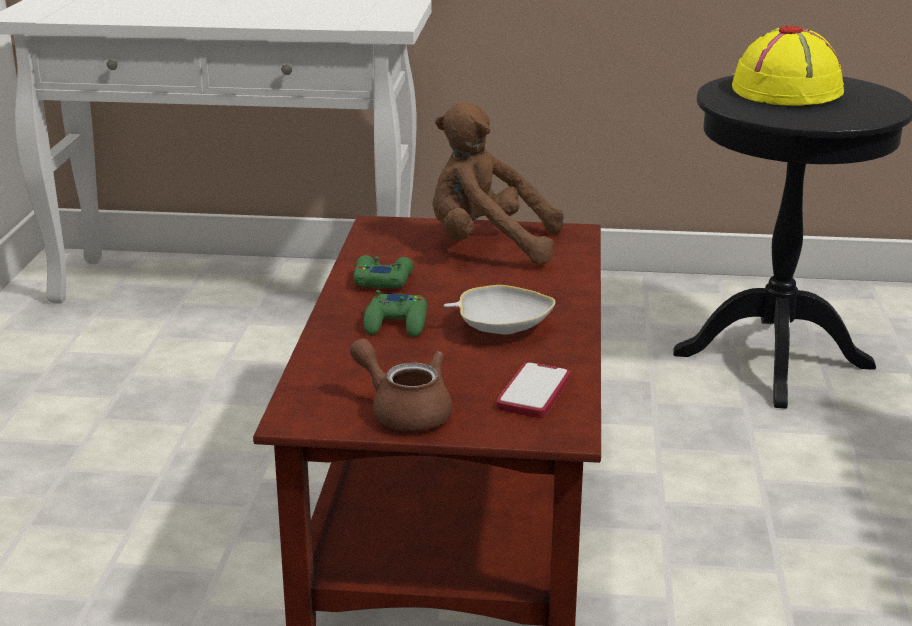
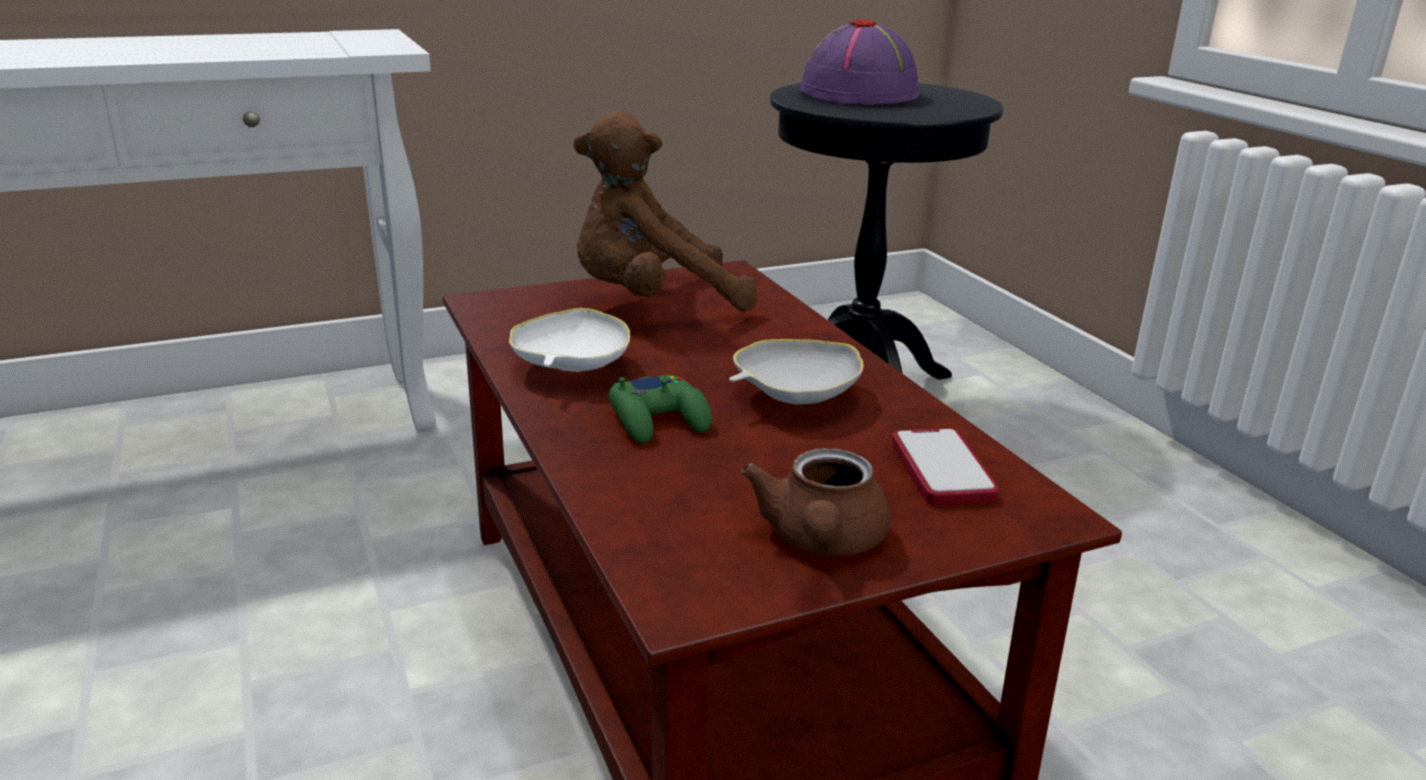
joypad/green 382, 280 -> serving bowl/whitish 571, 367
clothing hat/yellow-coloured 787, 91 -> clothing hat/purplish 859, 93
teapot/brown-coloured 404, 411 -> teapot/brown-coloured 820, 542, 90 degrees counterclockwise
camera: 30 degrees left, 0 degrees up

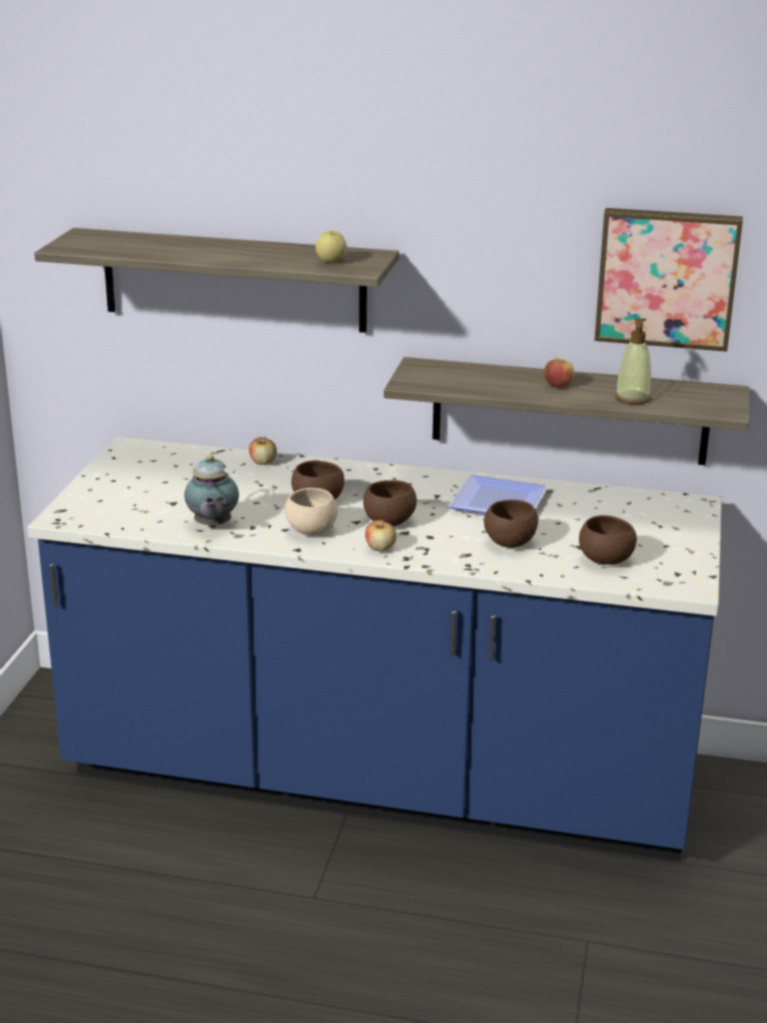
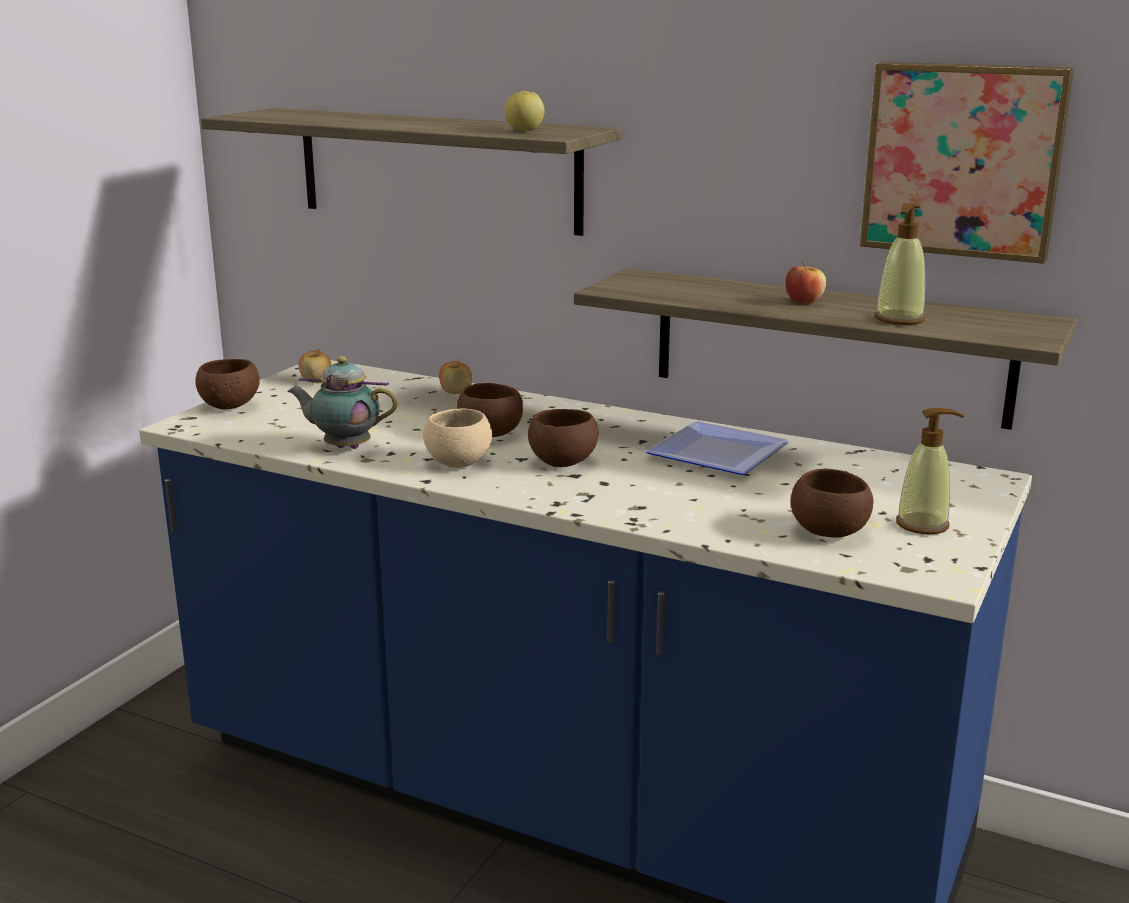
none -> soap dispenser 922, 525
whole apple 380, 548 -> whole apple 316, 381, relocated
serving bowl/brown-coloured 509, 543 -> serving bowl/brown-coloured 229, 406, relocated
teapot 212, 526 -> teapot 344, 447, 90 degrees clockwise
camera: 15 degrees right, 5 degrees down

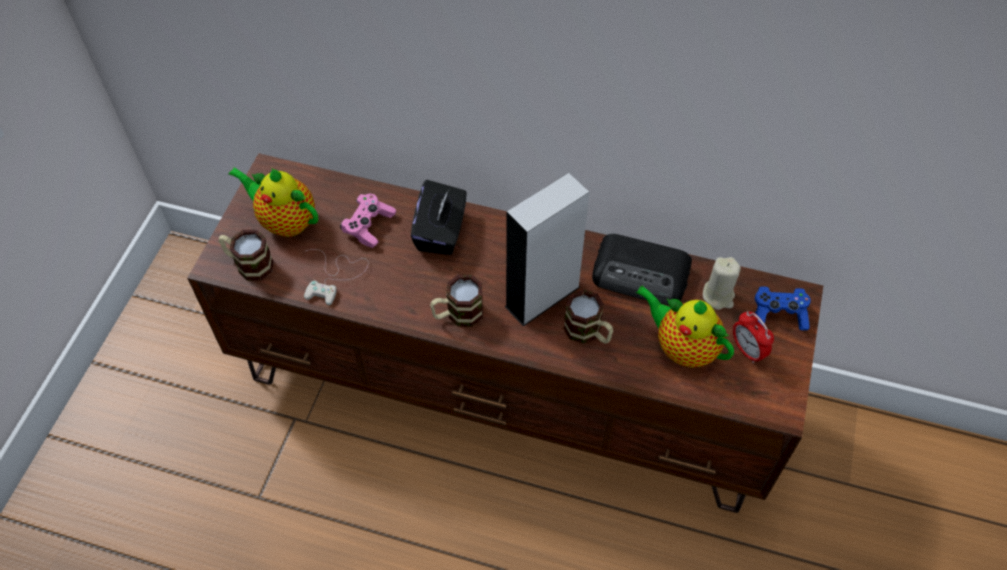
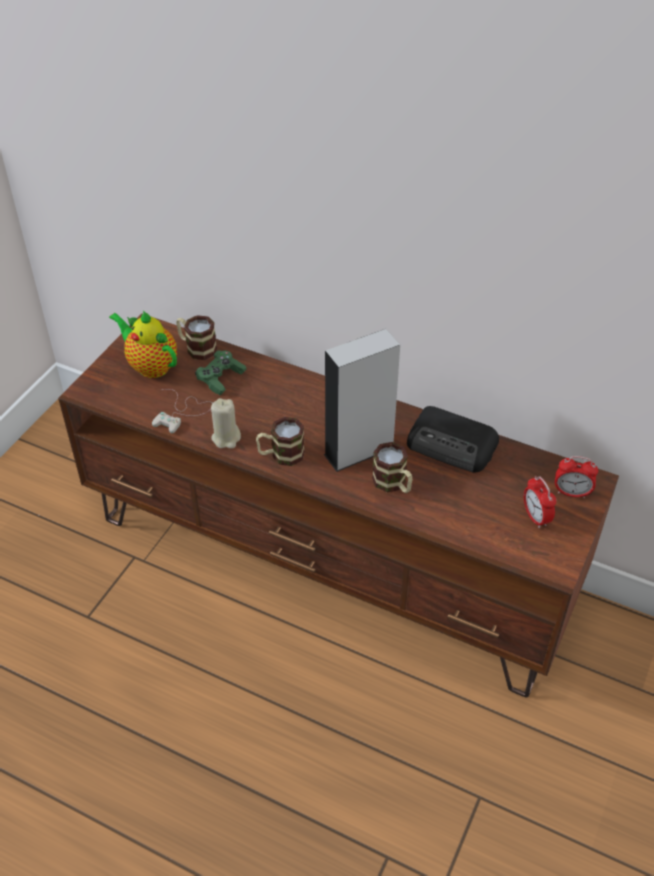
tissue holder/black 441, 232 -> none
teapot 682, 347 -> none
mug 249, 264 -> mug 196, 348, relocated
candle/sand-coloured 718, 296 -> candle/sand-coloured 226, 438, relocated
joypad/blue 778, 314 -> bedside clock 571, 493
joypad/pink 369, 226 -> joypad/green 221, 378
camera: 10 degrees right, 10 degrees down

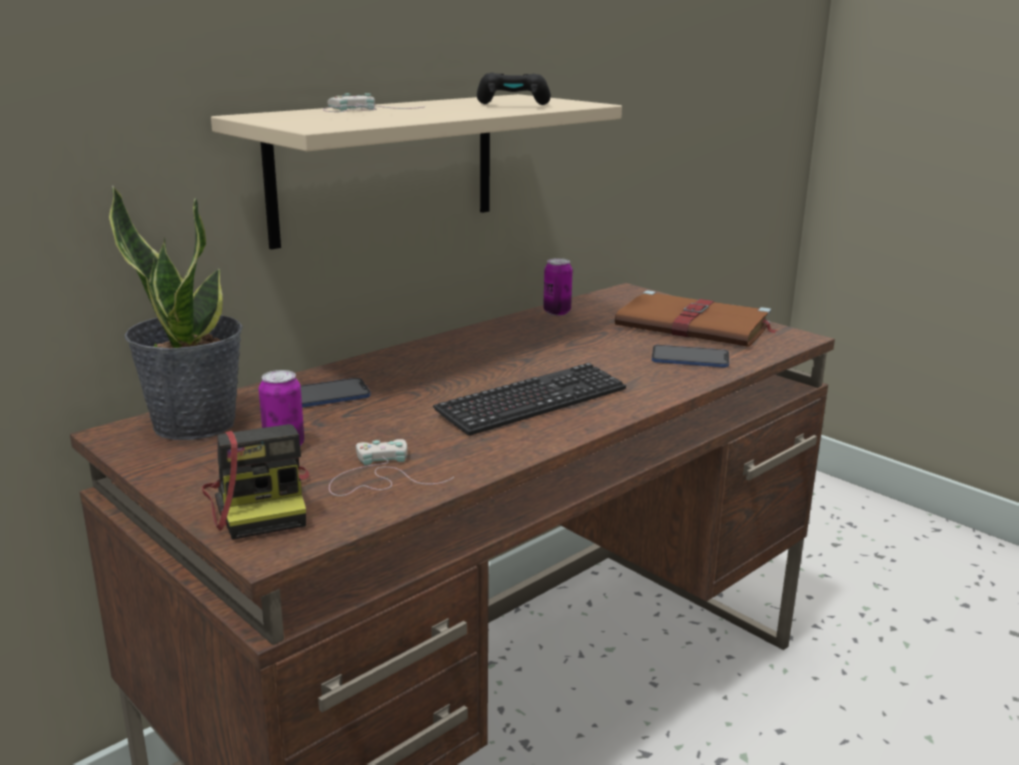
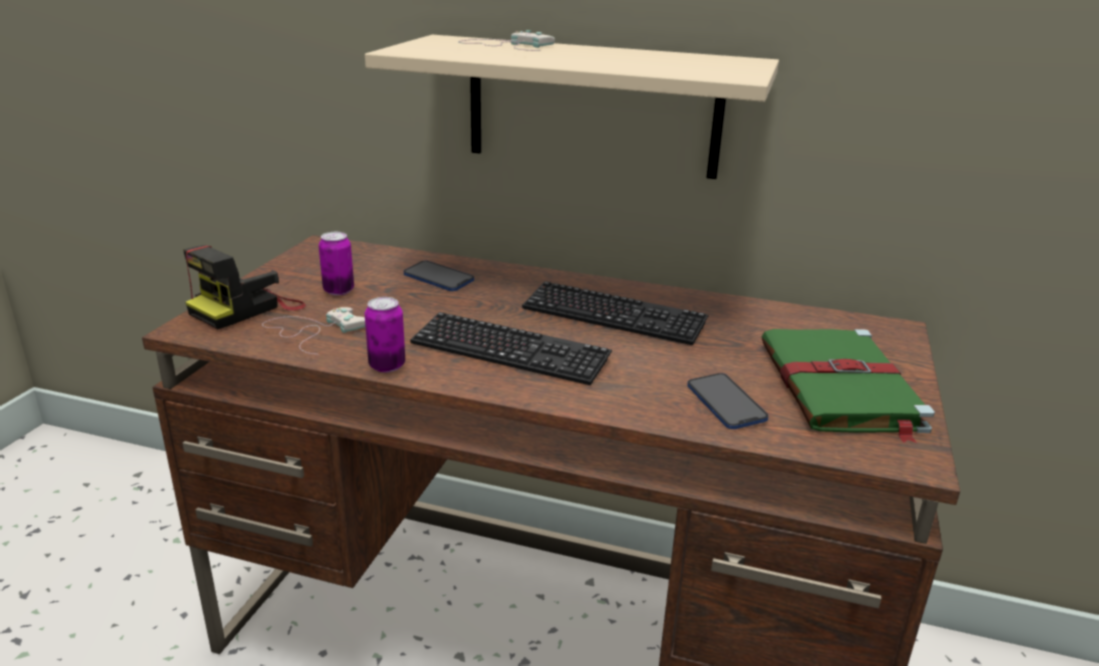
plant in a pot 195, 423 -> none
joypad/black 513, 106 -> none
none -> keyboard 613, 316
can 557, 312 -> can 387, 366, relocated
volume/brown-coloured 695, 326 -> volume/green 840, 387
camera: 60 degrees right, 5 degrees up

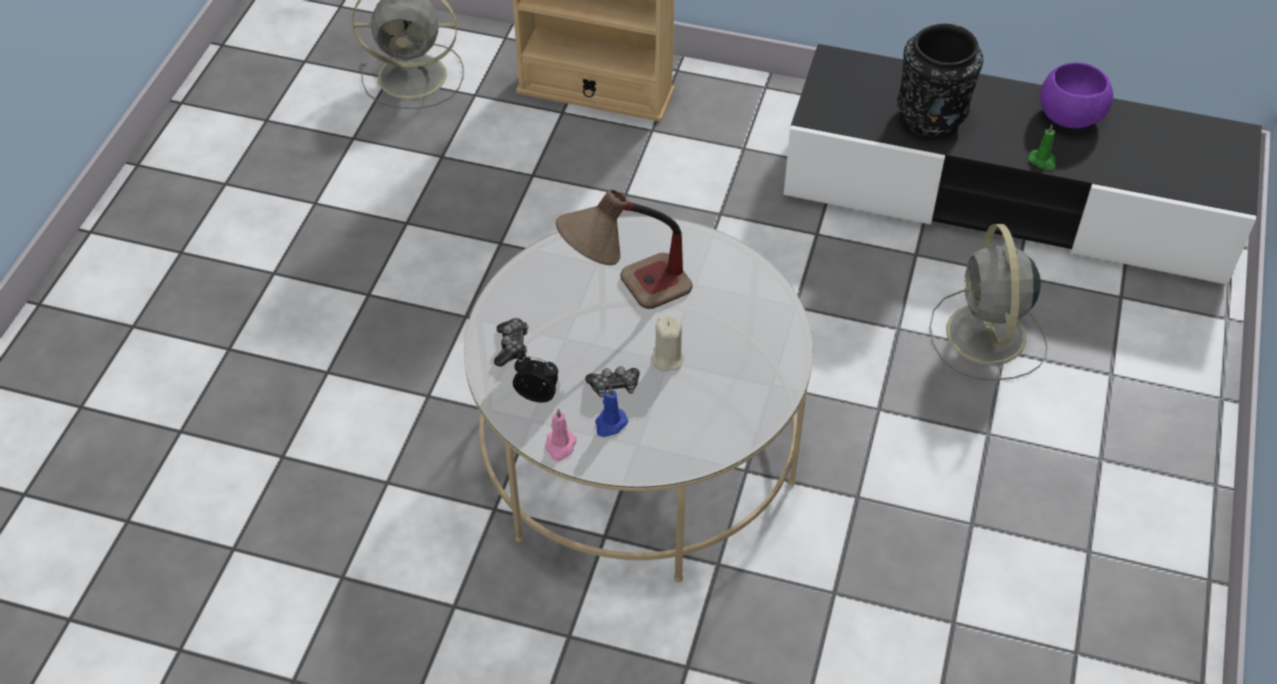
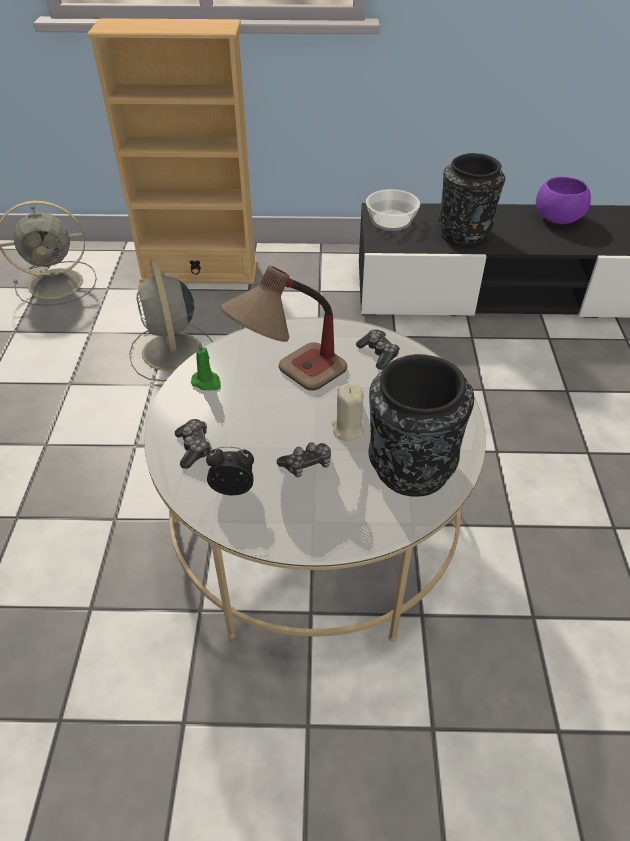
candle/pink 560, 446 -> none
candle/blue 610, 424 -> none
none -> joypad 378, 354
none -> serving bowl 391, 220
none -> decorative vase/black 410, 468
cooling fan/grey 986, 337 -> cooling fan/grey 172, 353, relocated
candle/green 1043, 161 -> candle/green 207, 382, relocated
camera: 15 degrees left, 5 degrees down

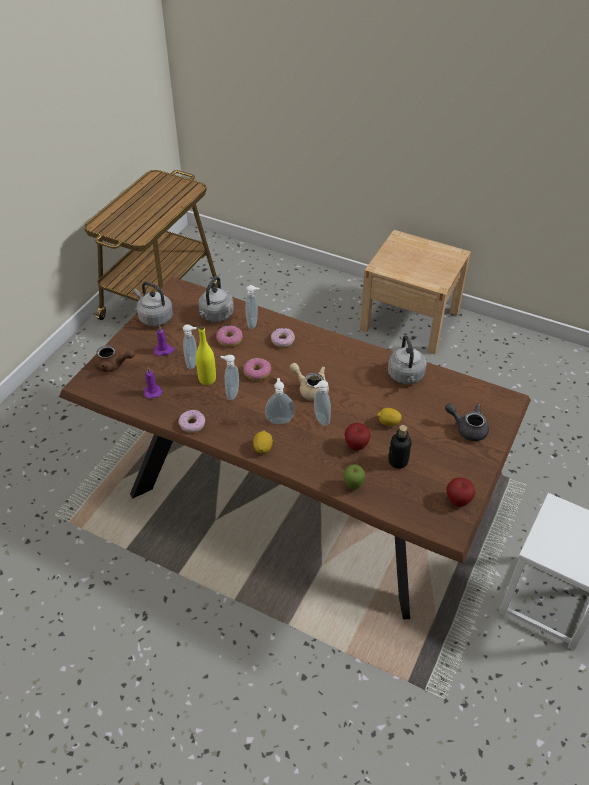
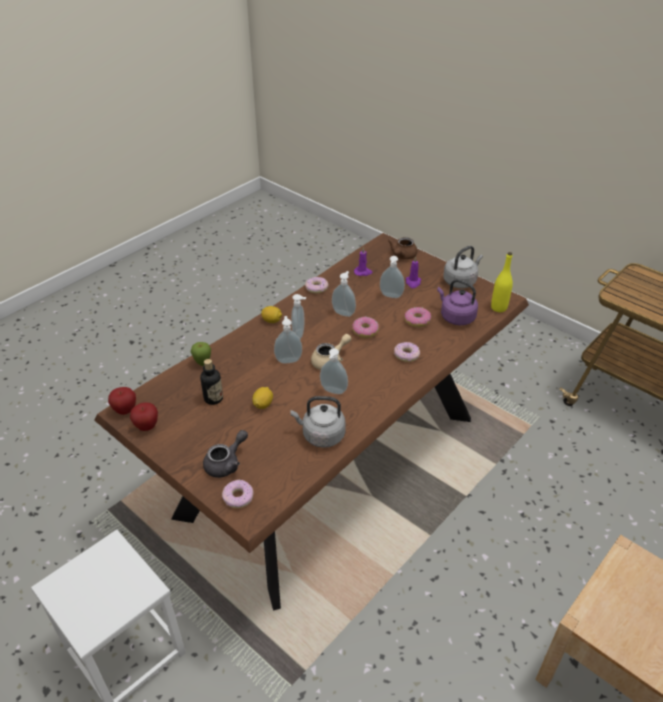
none -> ring doughnut 238, 497
drink bottle/yellow-coloured 207, 379 -> drink bottle/yellow-coloured 498, 308, relocated
soap dispenser 253, 323 -> soap dispenser 333, 391, relocated
whole apple 356, 446 -> whole apple 125, 410, relocated
kettle/grey 215, 316 -> kettle/purplish 455, 317
camera: 105 degrees right, 5 degrees down

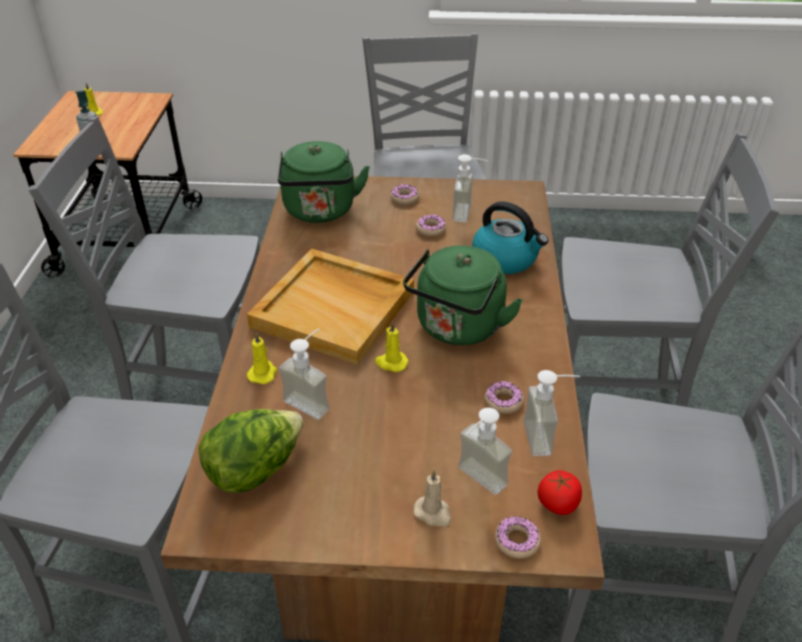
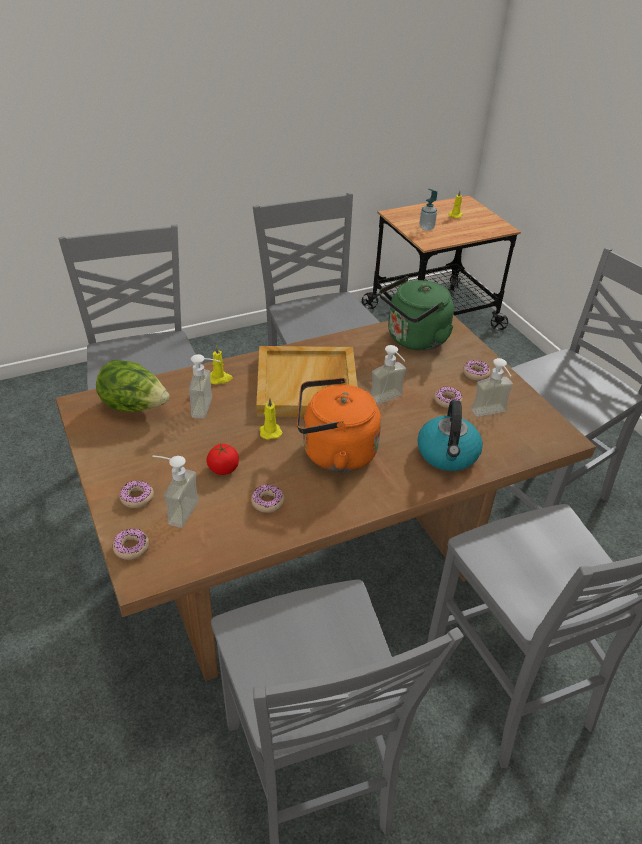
soap dispenser 547, 437 -> soap dispenser 390, 401, relocated
fresh tomato 558, 503 -> fresh tomato 223, 468, relocated
candle/sand-coloured 433, 513 -> ring doughnut 137, 497
kettle/green 457, 328 -> kettle/orange 334, 453
camera: 60 degrees right, 0 degrees up

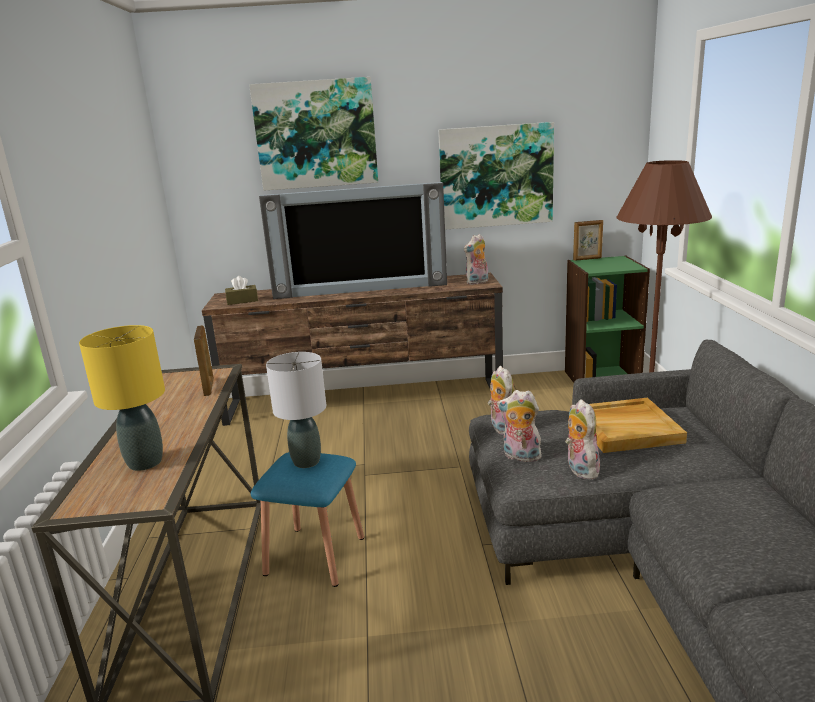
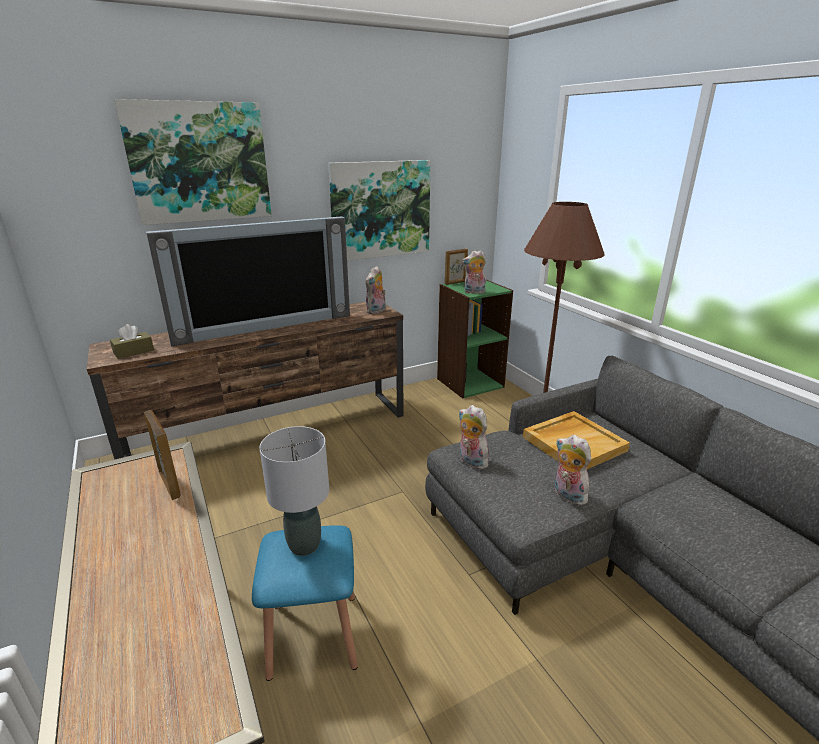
lamp for a table/yellow-coloured 146, 462 -> none
soft toy 520, 457 -> soft toy 474, 292, relocated
camera: 25 degrees left, 5 degrees up

